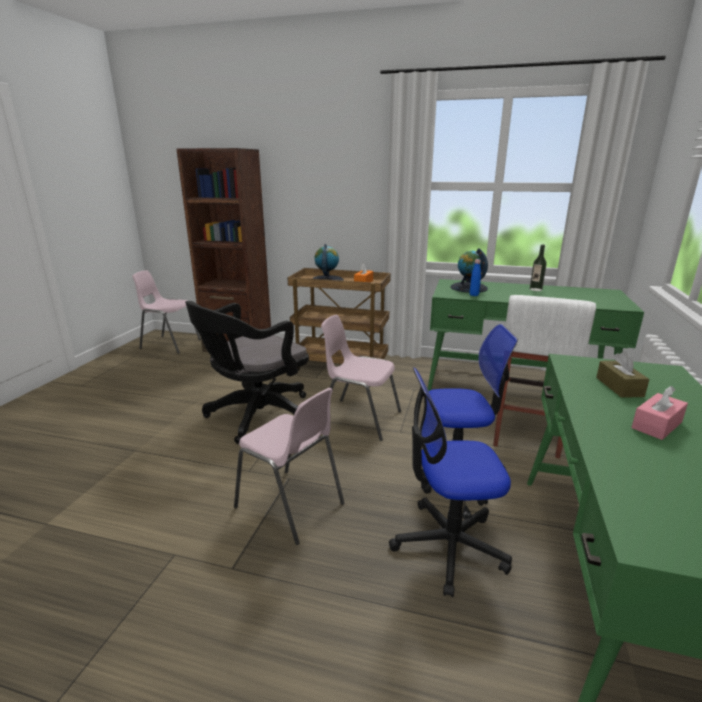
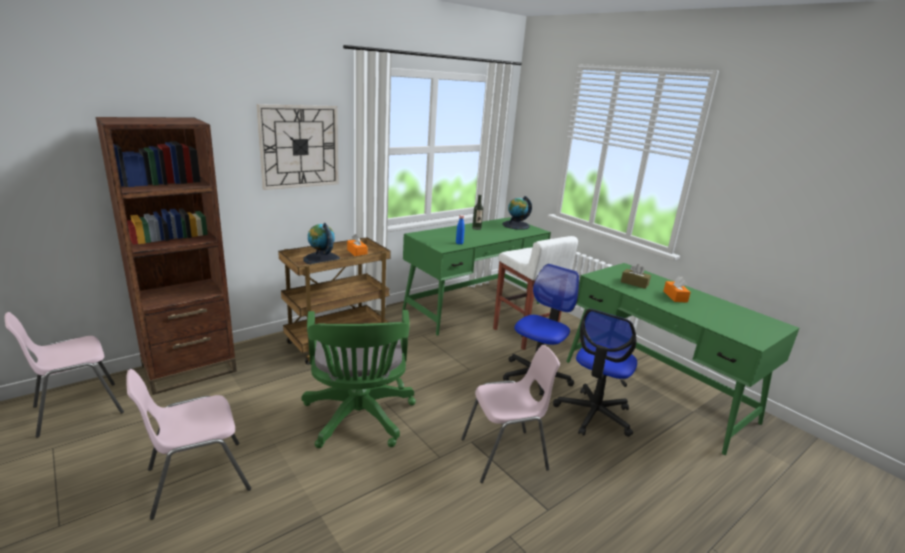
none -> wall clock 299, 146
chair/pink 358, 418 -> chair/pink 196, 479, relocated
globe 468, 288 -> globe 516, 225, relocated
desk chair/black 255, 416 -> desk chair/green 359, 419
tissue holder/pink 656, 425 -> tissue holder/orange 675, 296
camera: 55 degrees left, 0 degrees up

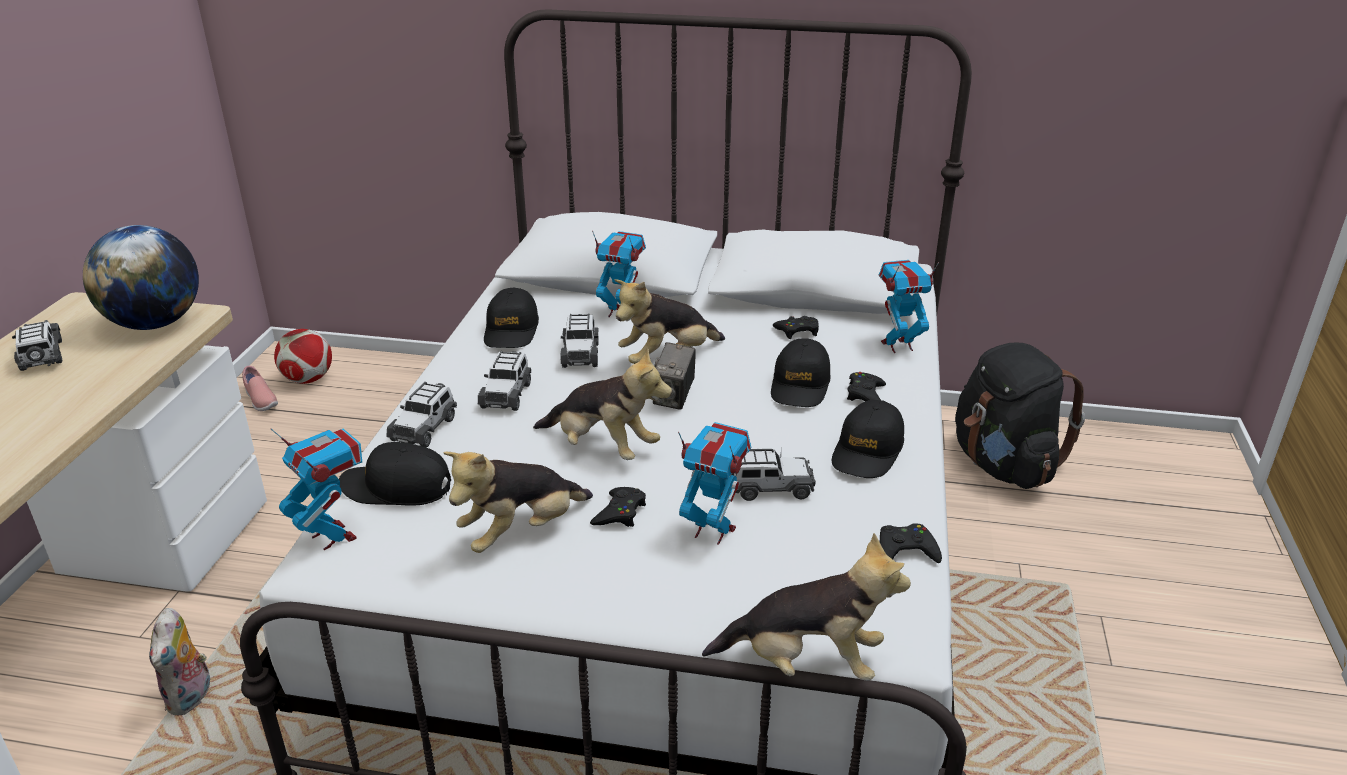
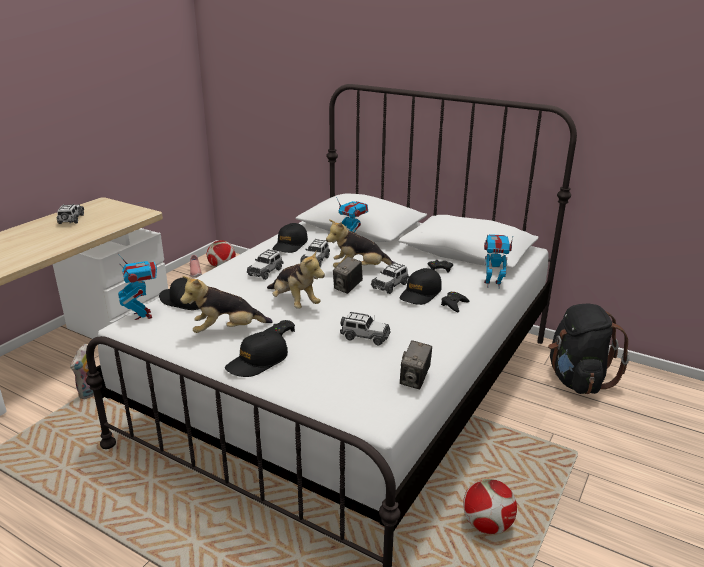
globe 155, 324 -> none
toy robot 713, 531 -> none
soft toy 806, 662 -> none
none -> football 487, 525
model car 424, 428 -> model car 390, 285, relocated
baseball cap/black 867, 451 -> baseball cap/black 257, 362, relocated
joypad/black 905, 551 -> photo camera 415, 380
camera: 20 degrees right, 5 degrees down

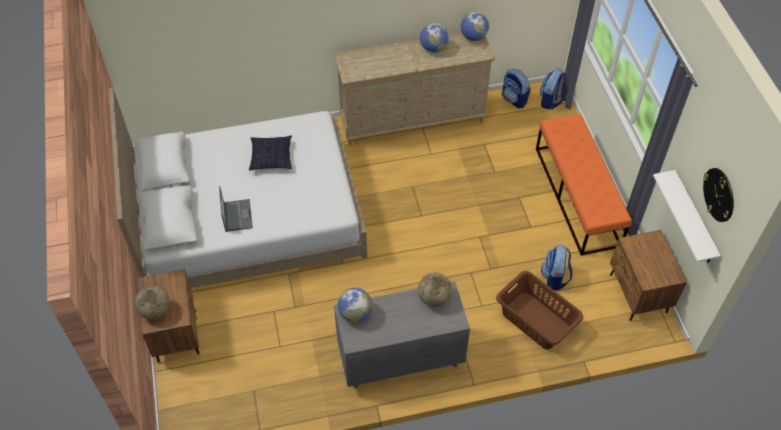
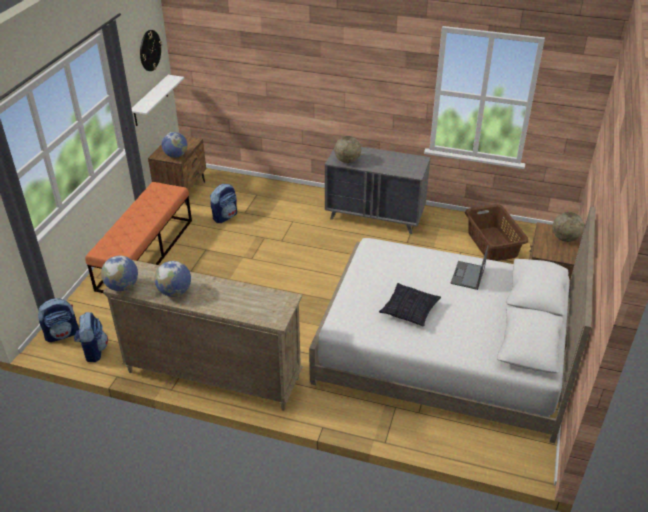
globe 355, 313 -> globe 176, 155, relocated
hamper/brown-coloured 535, 321 -> hamper/brown-coloured 492, 244, relocated
camera: 150 degrees left, 15 degrees down

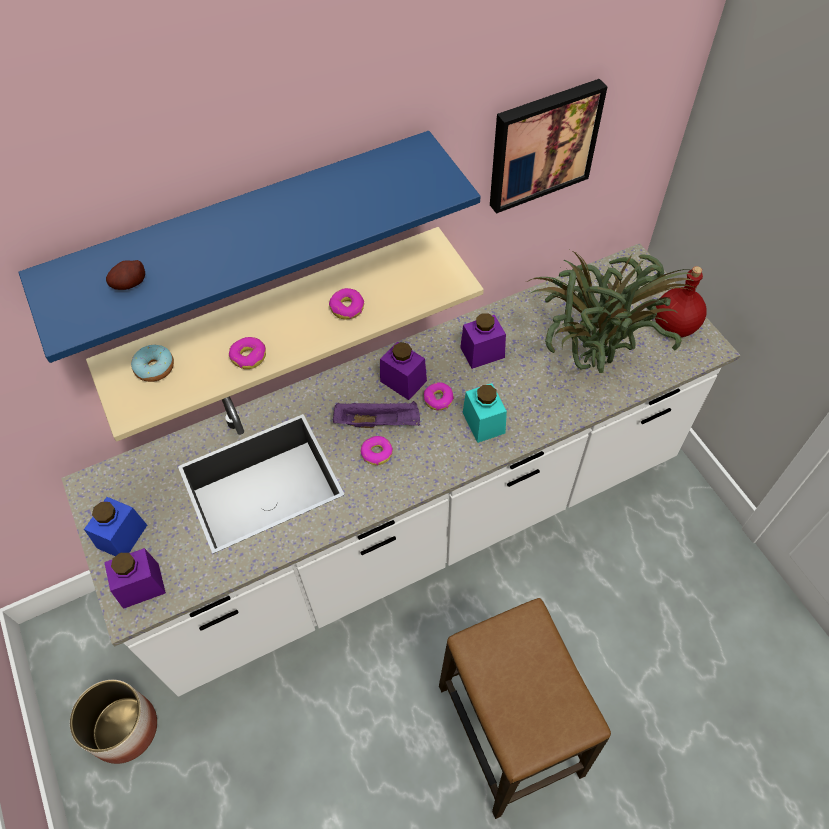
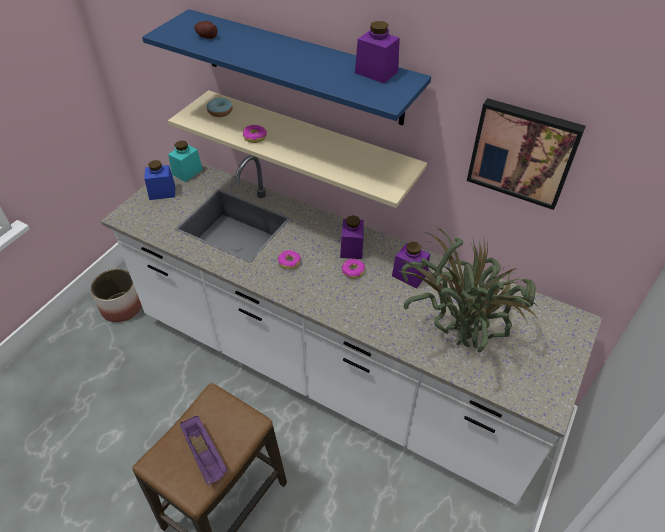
ring doughnut 347, 308 -> none
drink bottle/reddish 675, 326 -> none
jar/purplish 141, 585 -> jar/purplish 376, 72, relocated
carrying tray/purplish 379, 422 -> carrying tray/purplish 205, 455, relocated
jar/turquoise-coloured 483, 423 -> jar/turquoise-coloured 187, 172, relocated
camera: 55 degrees right, 10 degrees down

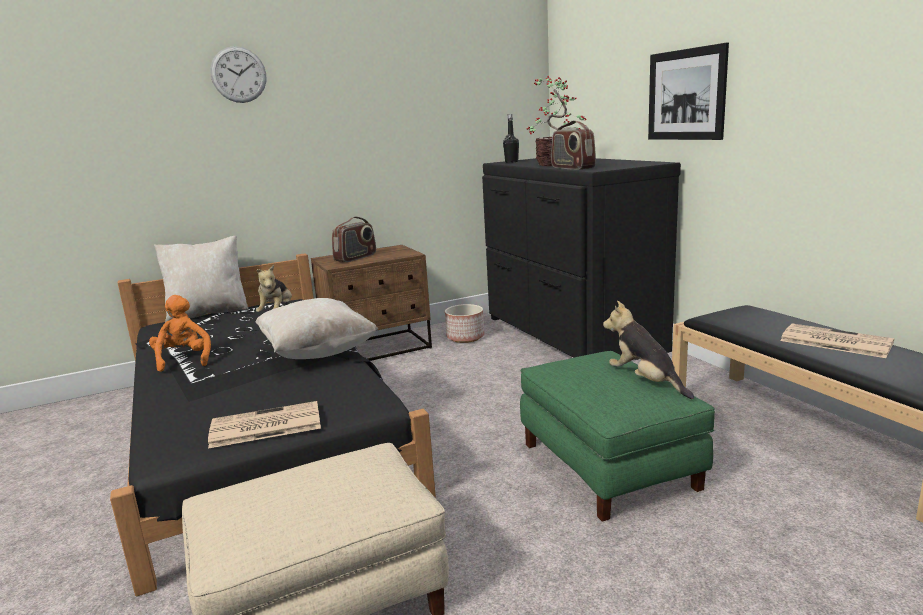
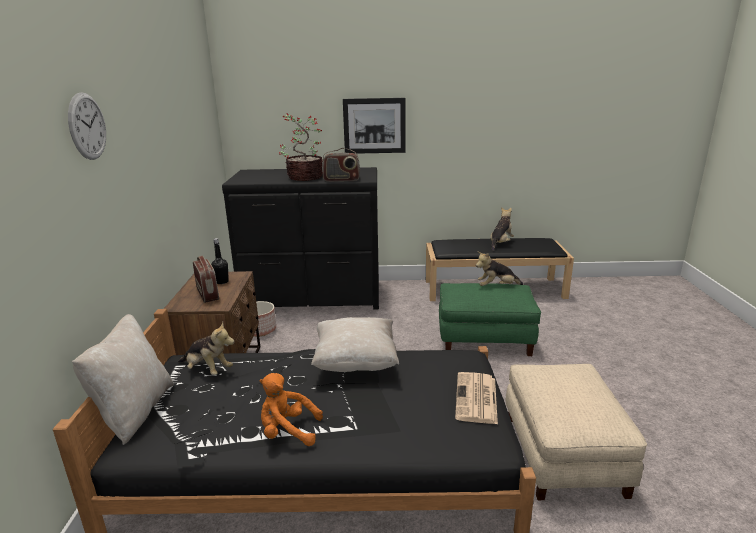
drink bottle/black 511, 162 -> drink bottle/black 222, 282, relocated
newspaper 834, 341 -> soft toy 500, 243
camera: 65 degrees left, 5 degrees up

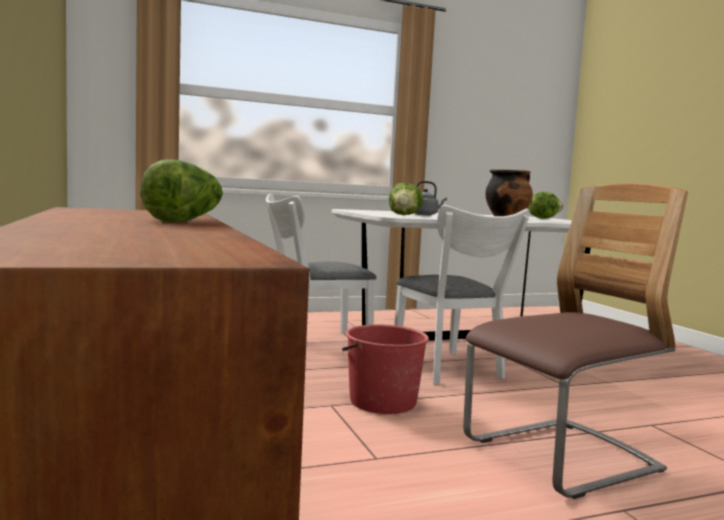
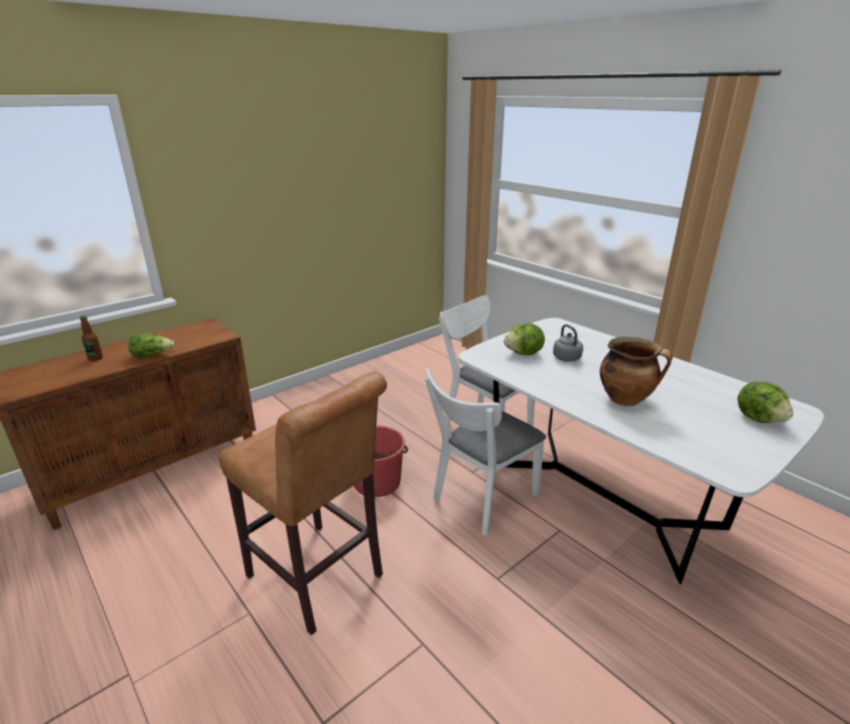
none -> drink bottle 95, 358
chair 560, 457 -> stool/brown-coloured 319, 580
camera: 70 degrees right, 20 degrees up

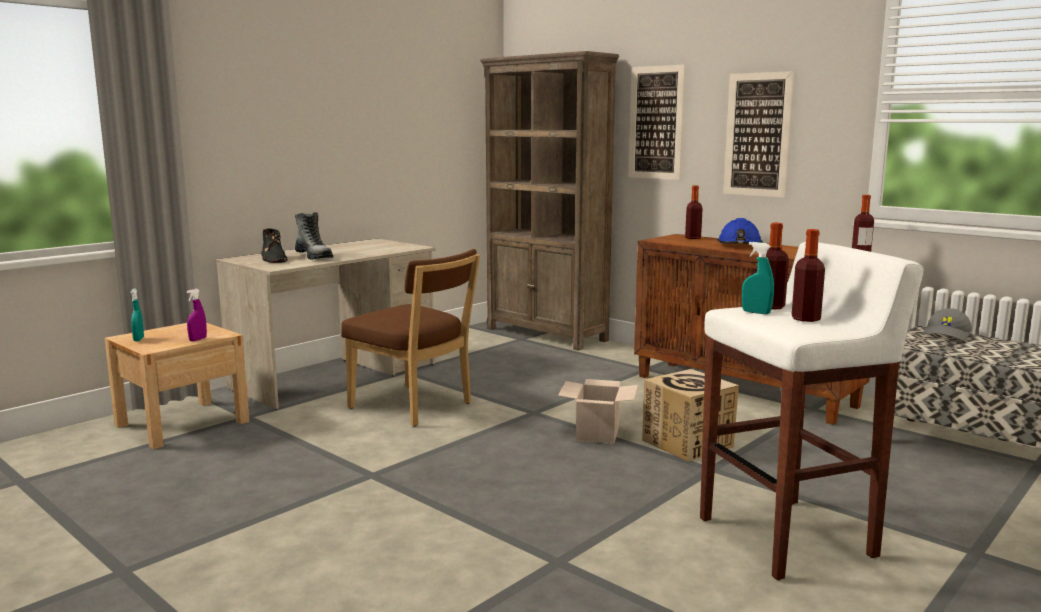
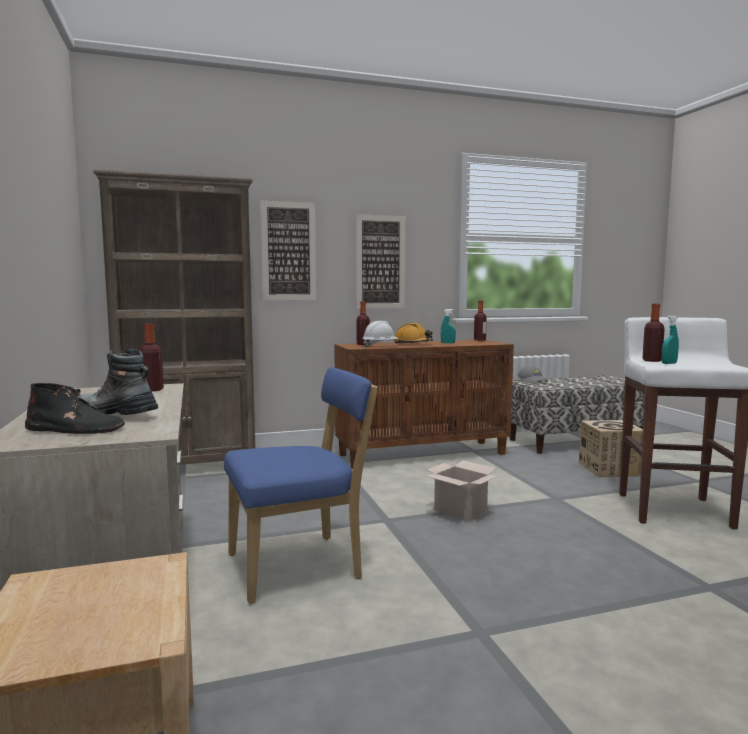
spray bottle/purplish 198, 339 -> none
none -> hard hat/whitish 380, 346
spray bottle/turquoise-coloured 138, 339 -> spray bottle/turquoise-coloured 447, 343, relocated
cardboard box 688, 443 -> cardboard box 609, 469, relocated
drink bottle 805, 319 -> drink bottle 152, 390, relocated
chair/brown-coloured 415, 407 -> chair/blue 300, 565
hard hat/blue 739, 245 -> hard hat/orange 413, 344
boot 314, 256 -> boot 115, 415, 150 degrees counterclockwise
camera: 60 degrees left, 5 degrees down

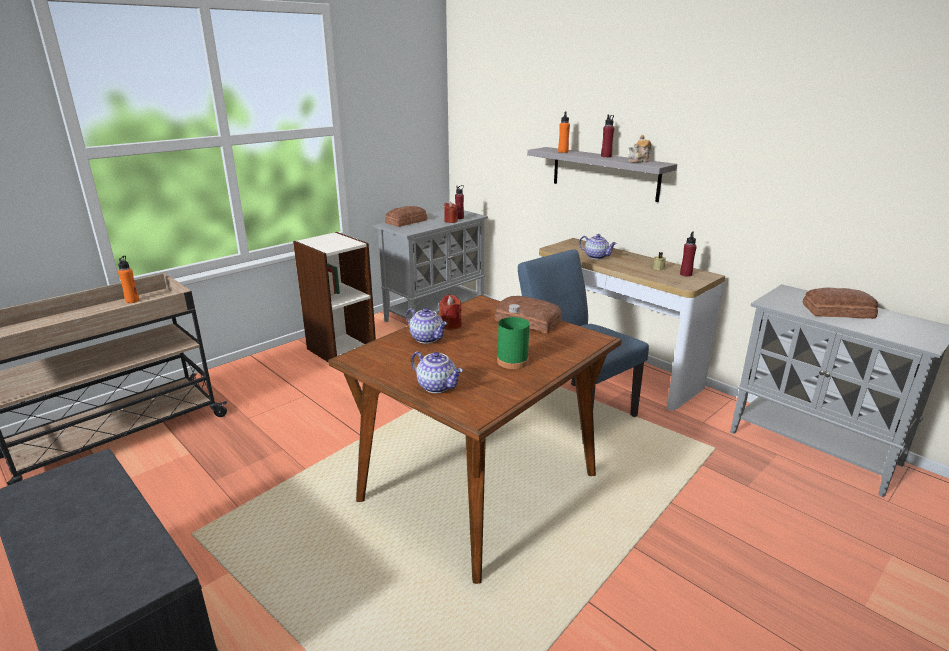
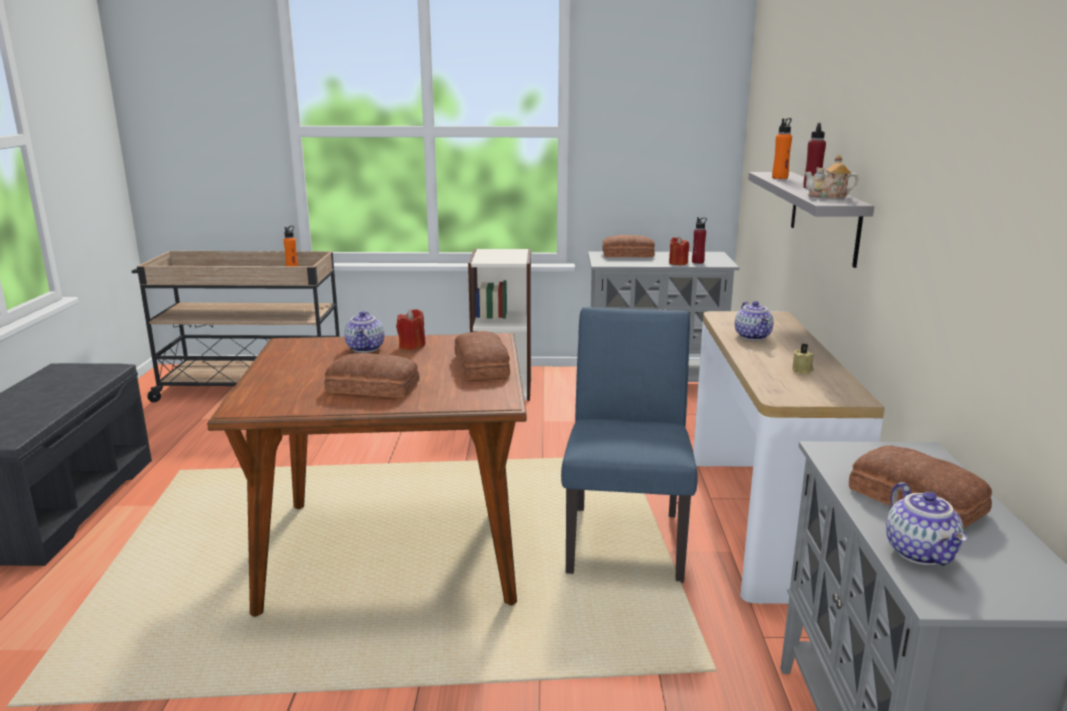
drink bottle/reddish 686, 274 -> none
teapot 437, 386 -> teapot 921, 553, relocated
drink bottle/green 512, 361 -> bread 373, 388
camera: 45 degrees right, 5 degrees down

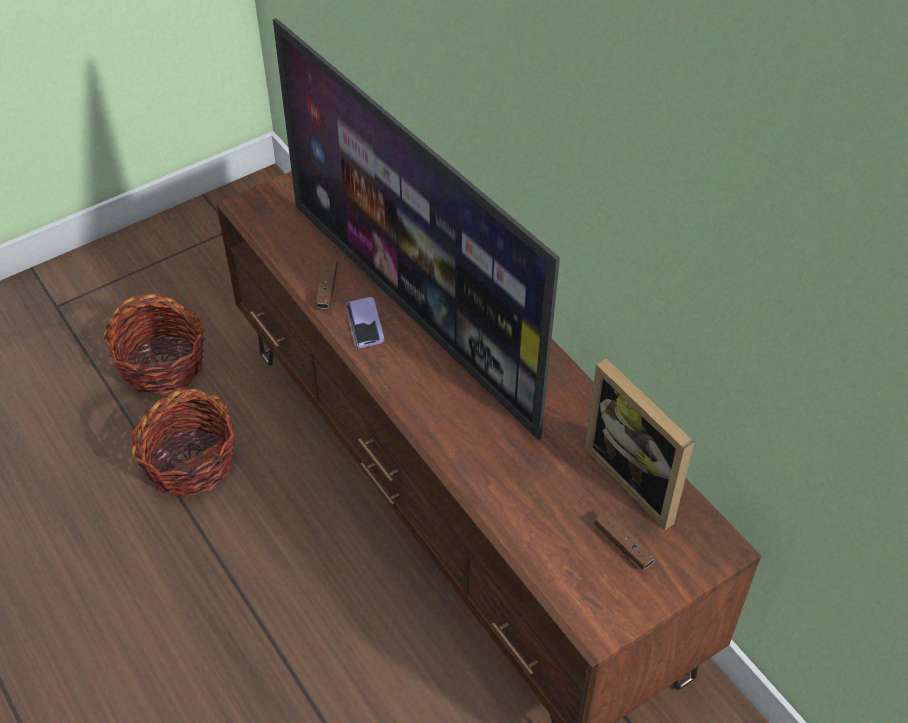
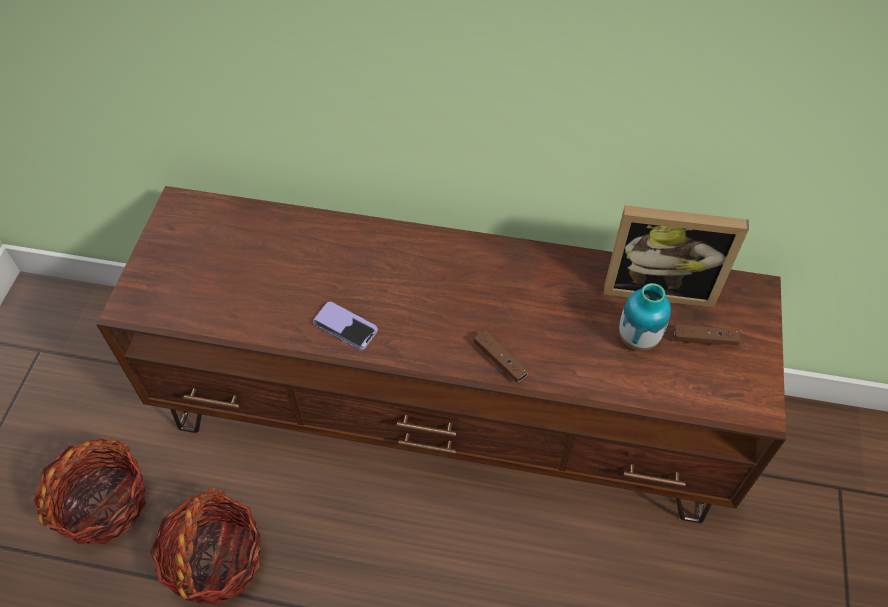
television 415, 312 -> none
none -> decorative vase 637, 339
joypad/brown-coloured 327, 289 -> joypad/brown-coloured 500, 360, relocated
camera: 45 degrees left, 5 degrees up

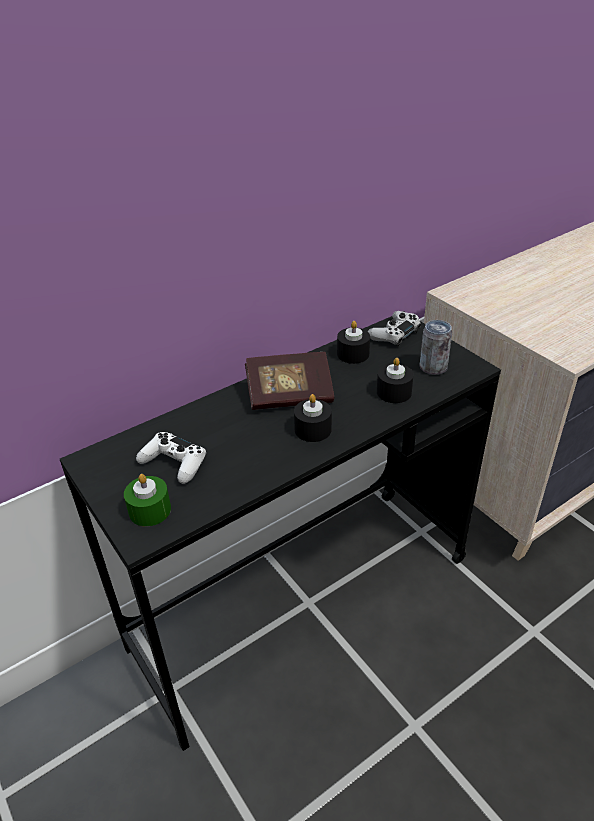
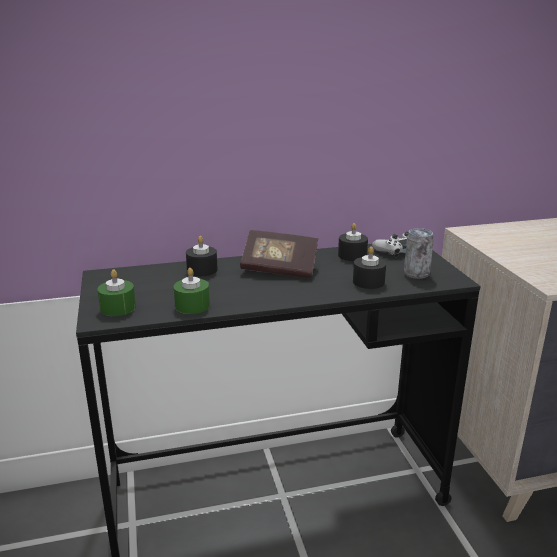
joypad/whitish 174, 463 -> none
none -> candle/green 192, 306
candle/black 313, 429 -> candle/black 202, 270, relocated
camera: 20 degrees right, 15 degrees down

